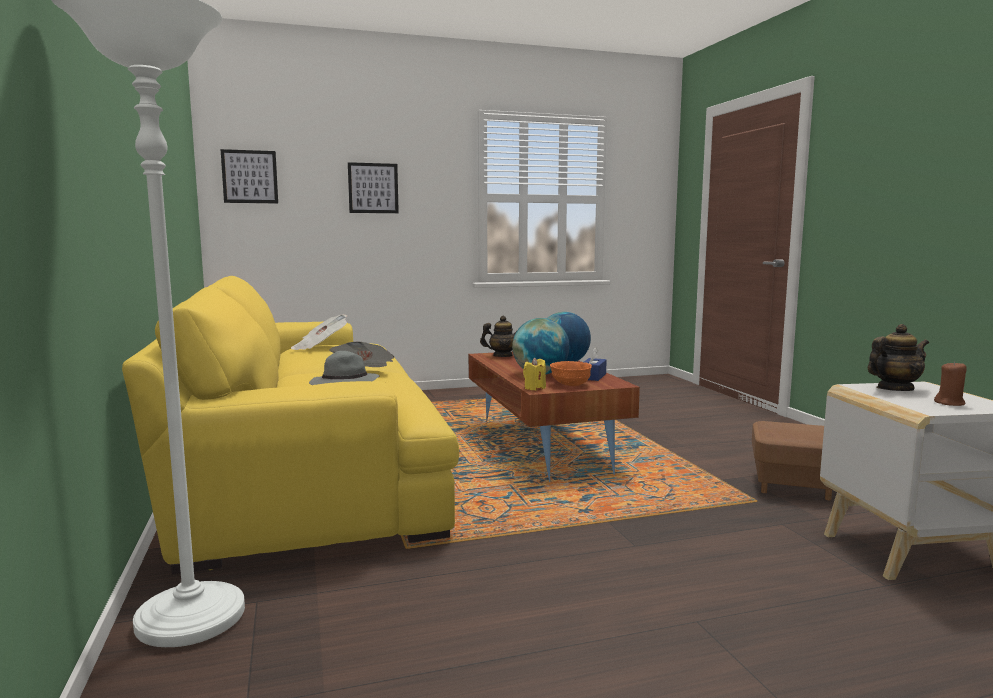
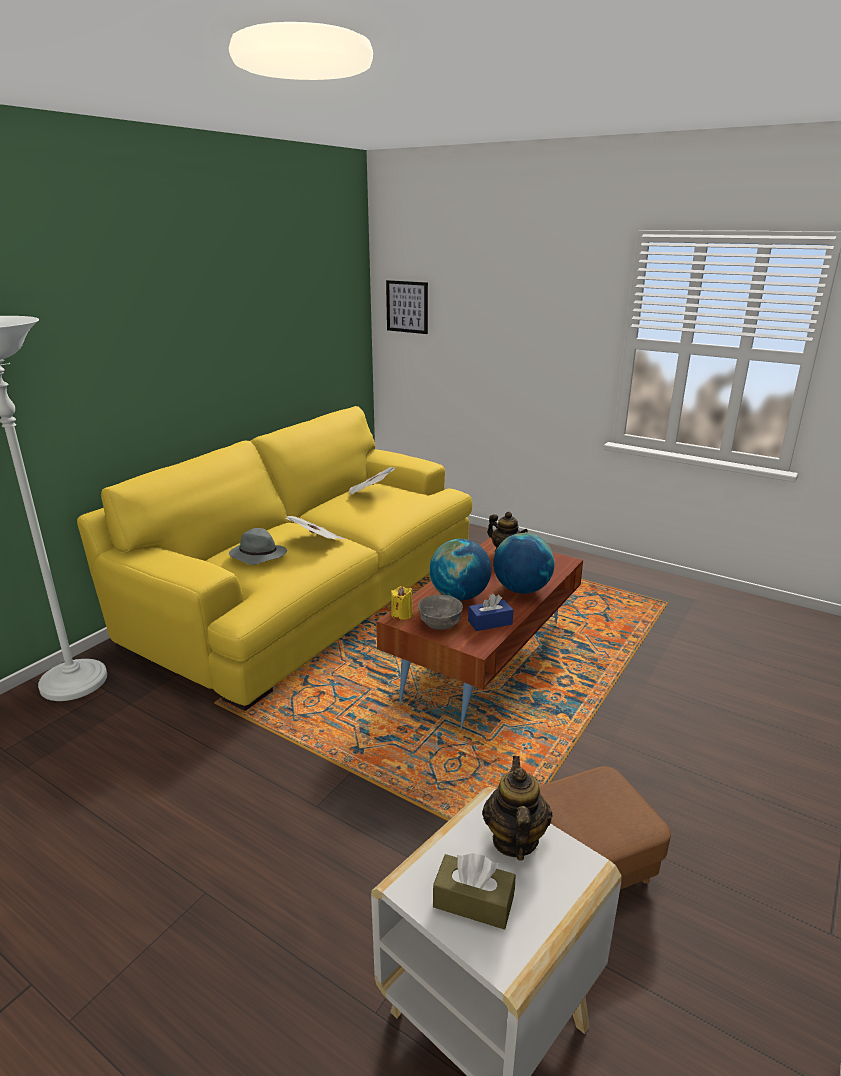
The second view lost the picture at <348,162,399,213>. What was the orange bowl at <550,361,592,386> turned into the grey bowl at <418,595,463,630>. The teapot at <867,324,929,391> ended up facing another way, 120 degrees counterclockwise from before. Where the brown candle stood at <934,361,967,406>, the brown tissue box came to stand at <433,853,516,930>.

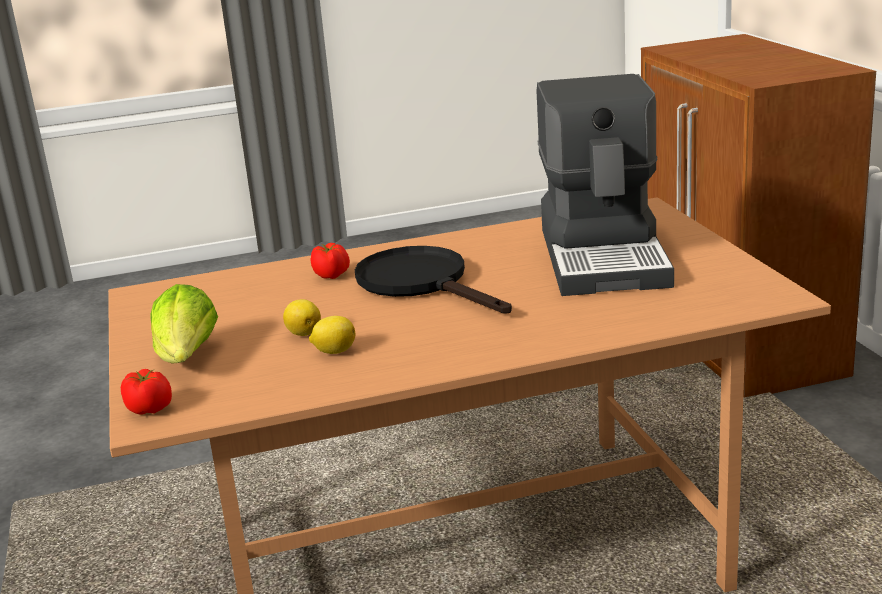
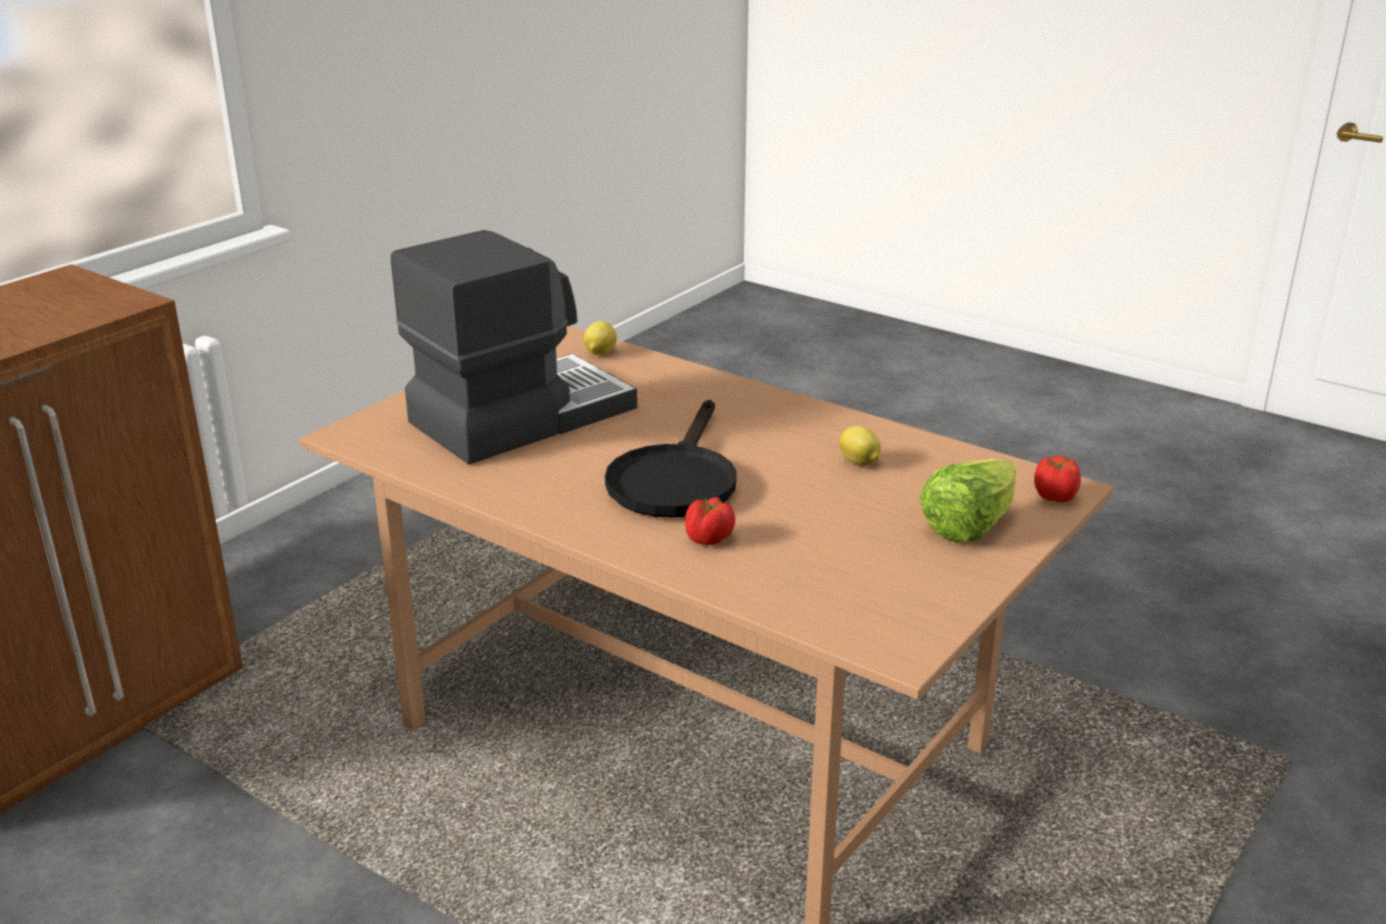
The lemon ended up elsewhere, having gone from <283,299,321,336> to <584,321,617,355>.

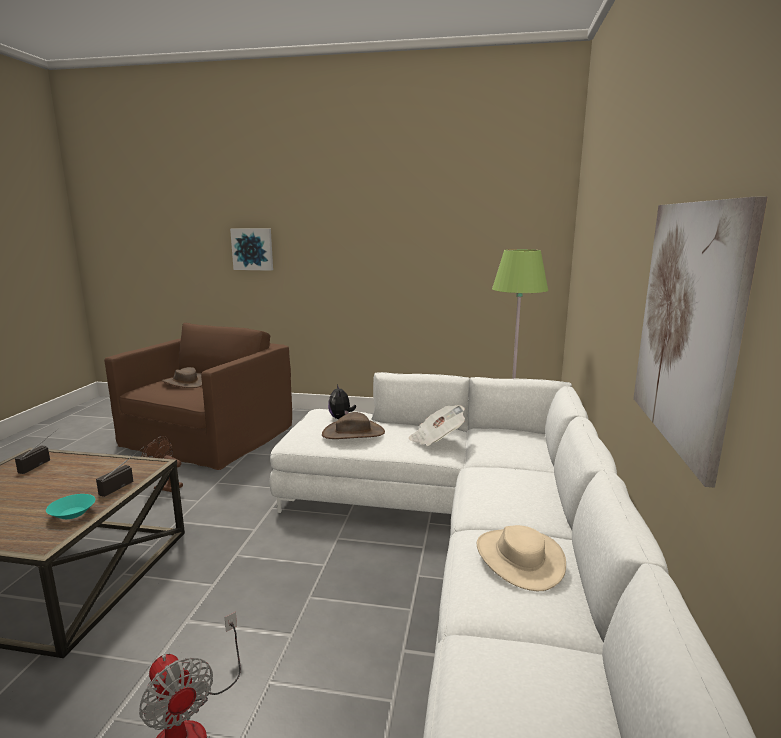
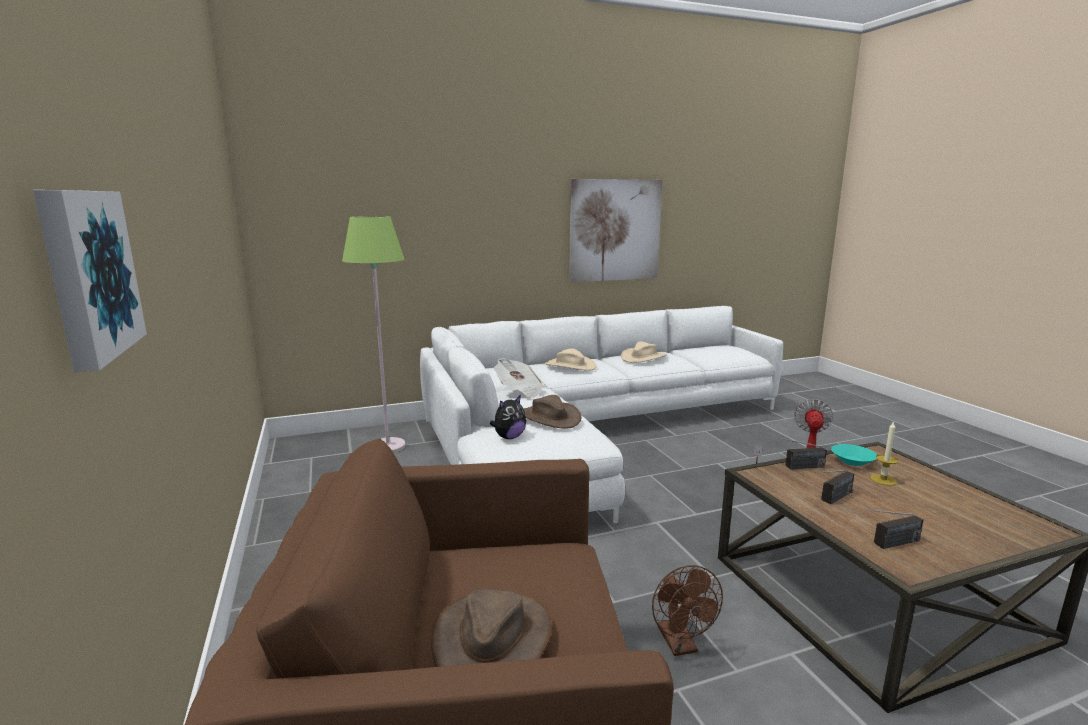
The second view gained the beige hat at <545,348,596,371>. The second view gained the radio at <814,470,854,504>. The second view gained the candle at <870,421,899,486>.

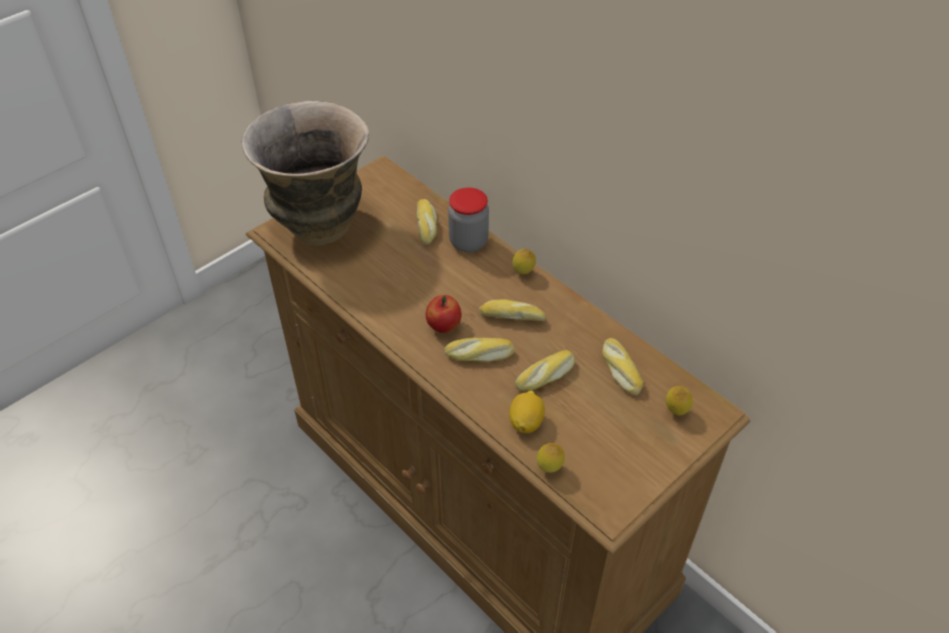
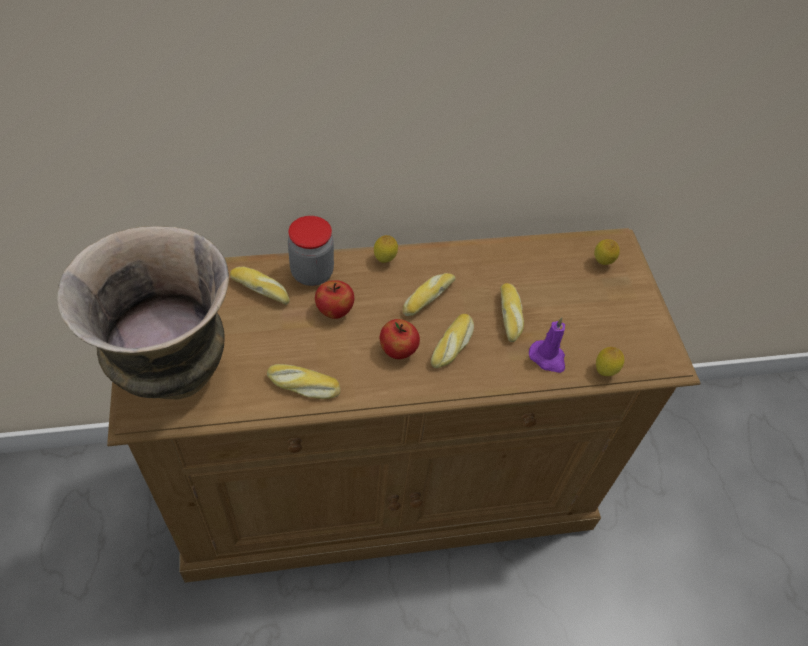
Where the lemon stood at <509,390,545,433>, the purple candle came to stand at <529,317,565,373>. The bread ended up elsewhere, having gone from <602,338,644,395> to <267,364,340,399>. The second view gained the apple at <315,280,354,319>.

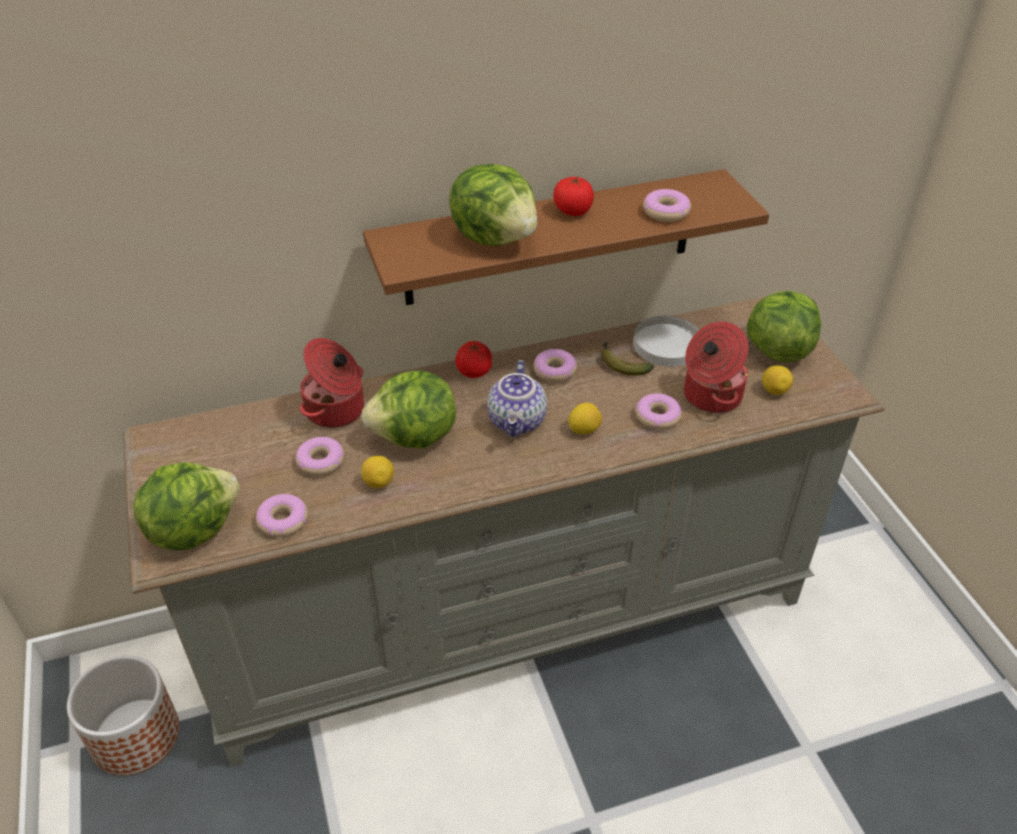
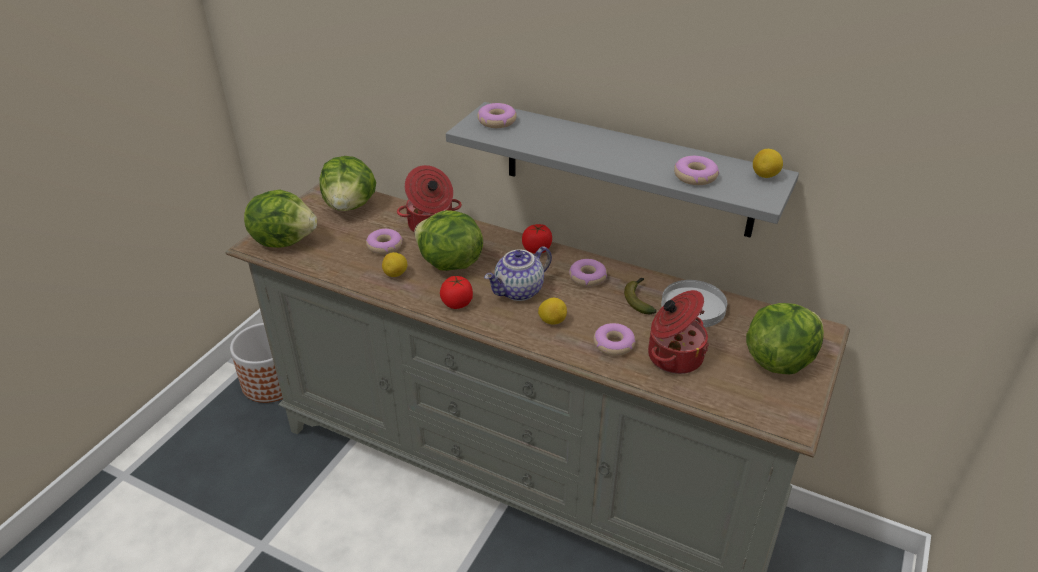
The donut ended up elsewhere, having gone from <256,494,308,537> to <477,103,517,128>. What was the brown shelf at <363,169,769,305> turned into the grey shelf at <446,102,799,238>. The lettuce ended up elsewhere, having gone from <449,164,537,246> to <319,156,376,211>. The tomato ended up elsewhere, having gone from <553,176,594,216> to <440,276,473,309>. The lemon ended up elsewhere, having gone from <762,366,793,395> to <753,149,783,178>.

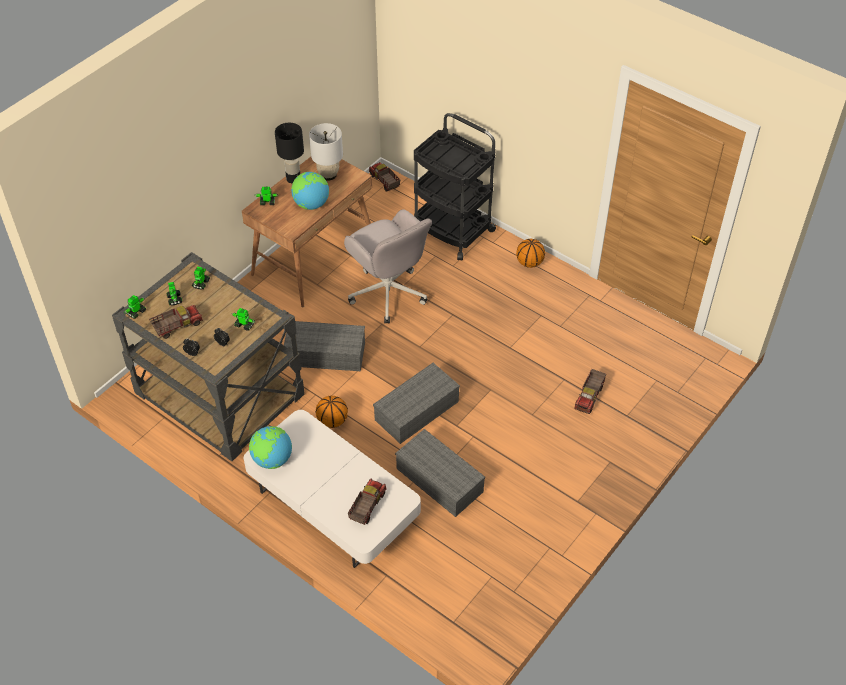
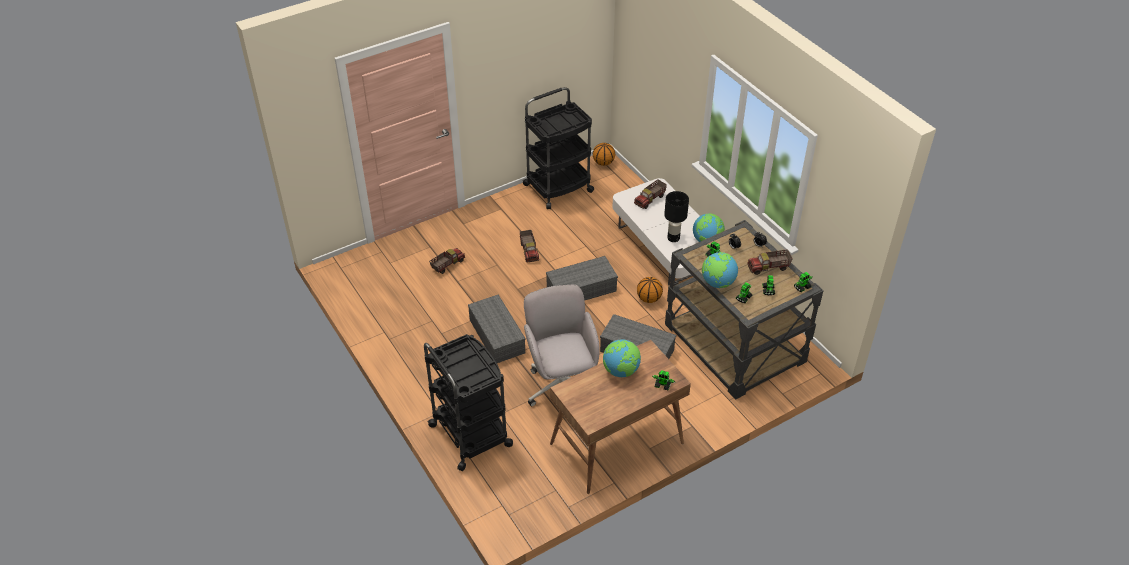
The black table lamp ended up elsewhere, having gone from <275,123,304,183> to <664,191,689,242>. The second view lost the white table lamp at <309,123,343,181>. The toy truck ended up elsewhere, having gone from <369,162,400,192> to <520,230,539,262>. The grey storage box ended up elsewhere, having gone from <395,429,485,517> to <468,295,526,363>. The basketball ended up elsewhere, having gone from <516,239,545,268> to <593,143,615,166>. The second view gained the black cart at <523,87,594,209>. The second view gained the globe at <702,252,738,288>.

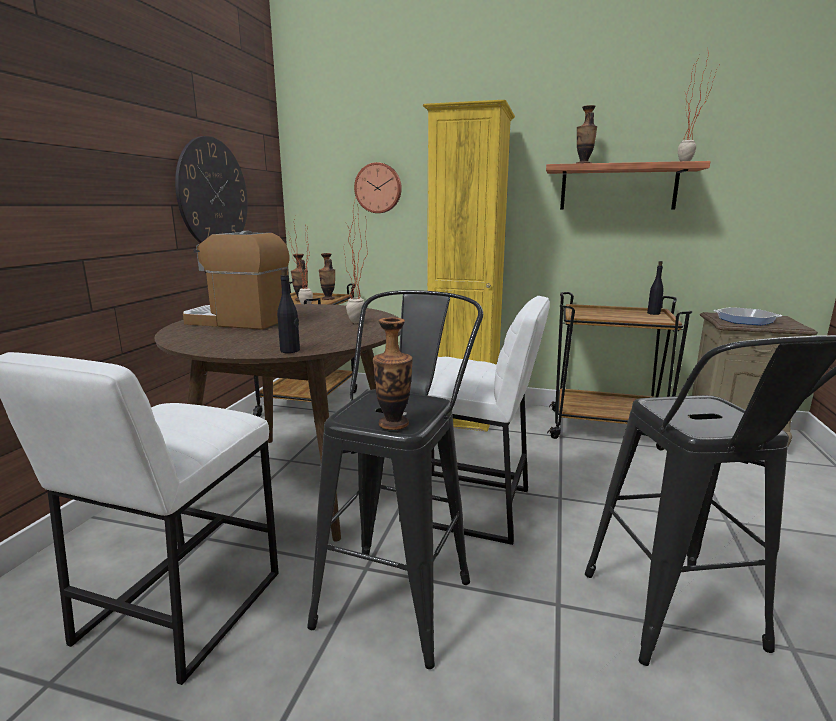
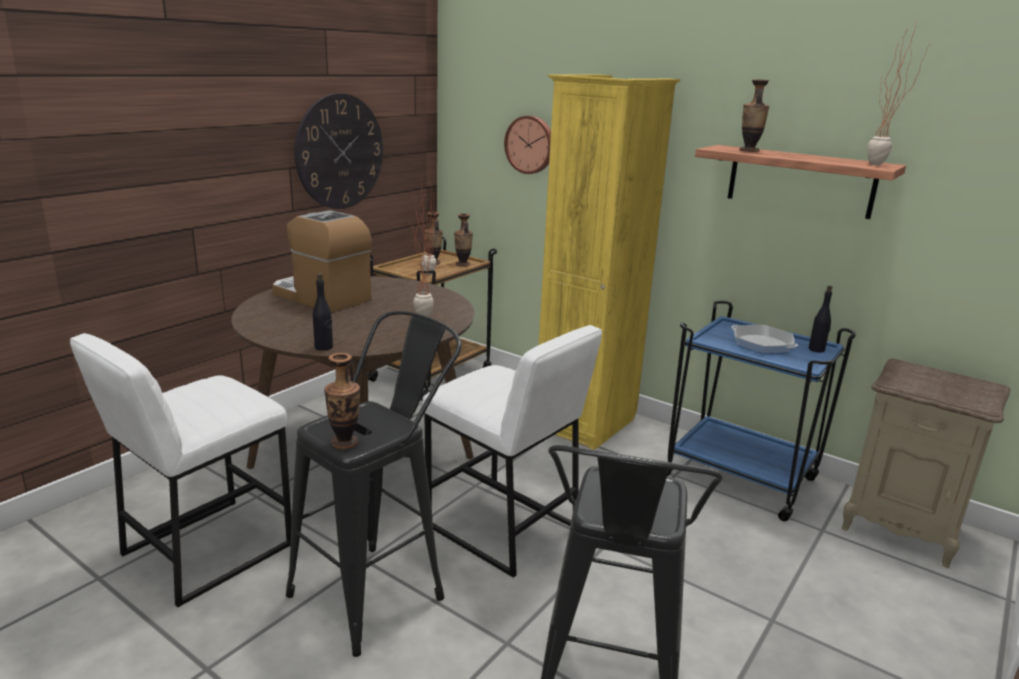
What was the brown cart at <547,292,692,450> turned into the blue cart at <667,301,856,521>. The frying pan ended up elsewhere, having gone from <713,307,782,325> to <731,325,798,354>.

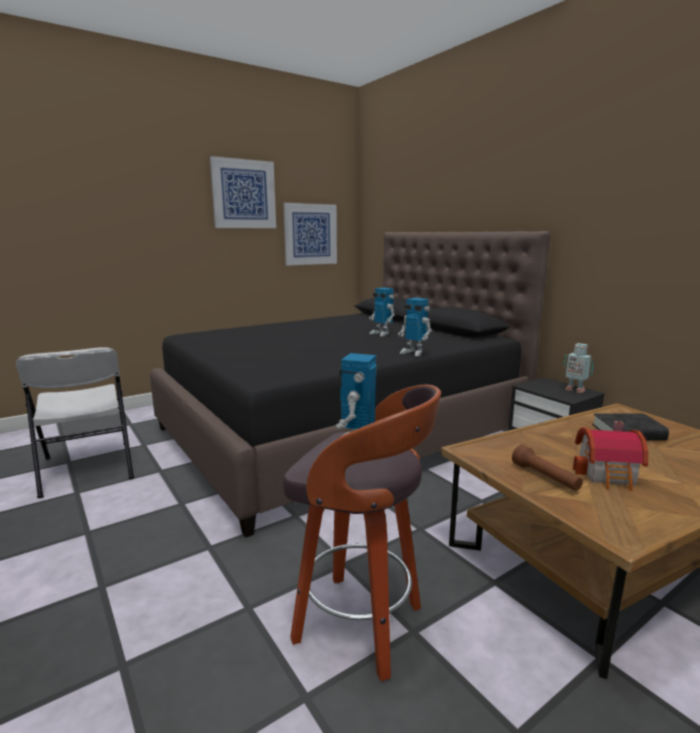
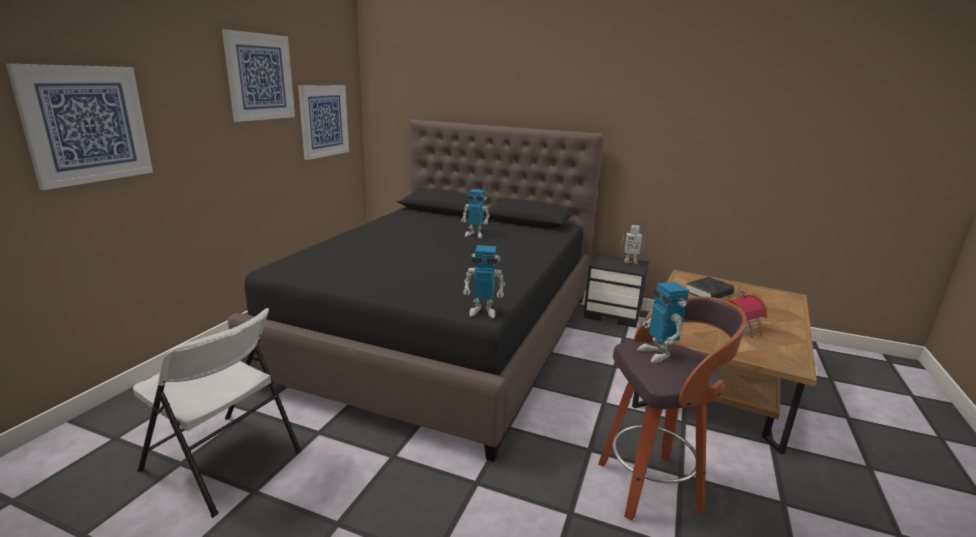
The toy robot ended up elsewhere, having gone from <398,298,432,357> to <463,245,505,318>. The second view lost the brown flashlight at <512,445,583,491>. The second view gained the picture at <6,63,153,190>.

